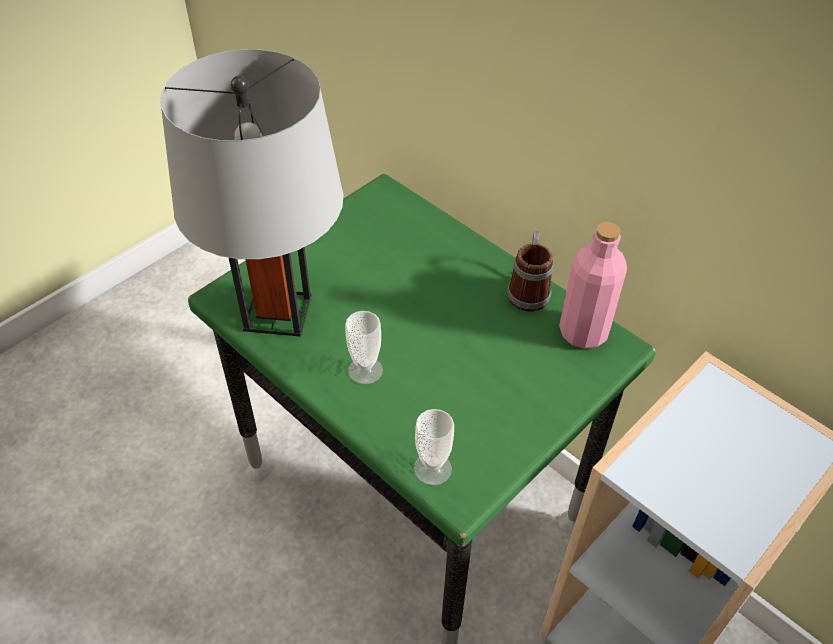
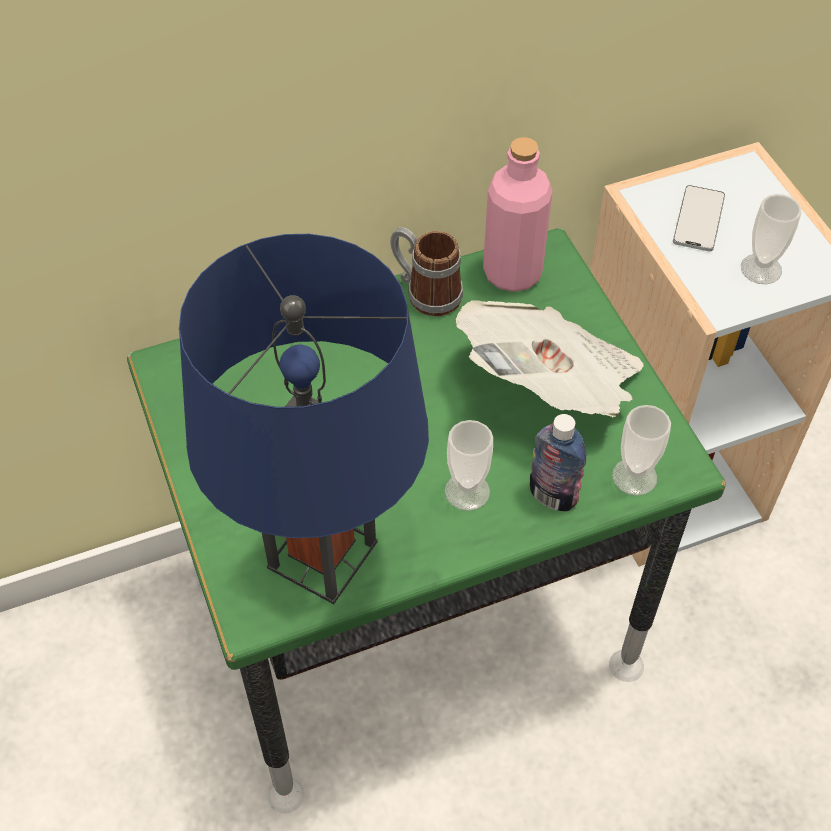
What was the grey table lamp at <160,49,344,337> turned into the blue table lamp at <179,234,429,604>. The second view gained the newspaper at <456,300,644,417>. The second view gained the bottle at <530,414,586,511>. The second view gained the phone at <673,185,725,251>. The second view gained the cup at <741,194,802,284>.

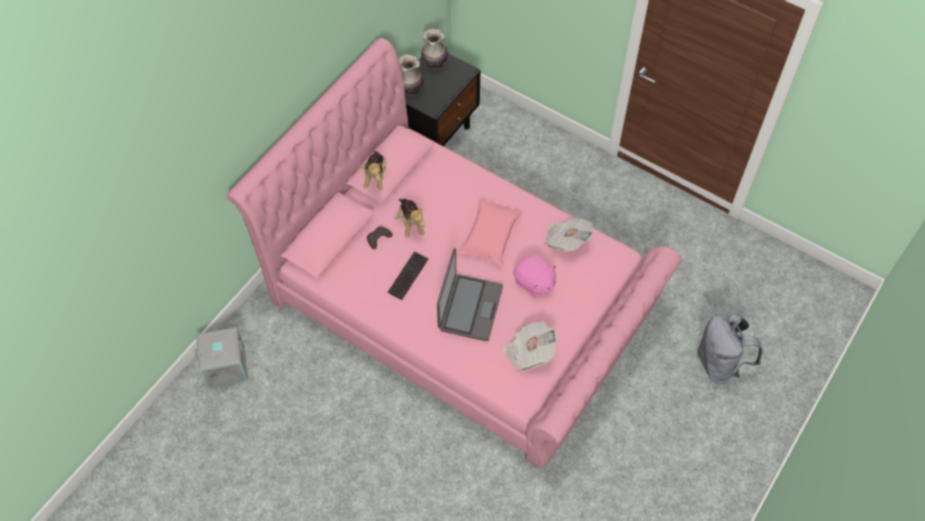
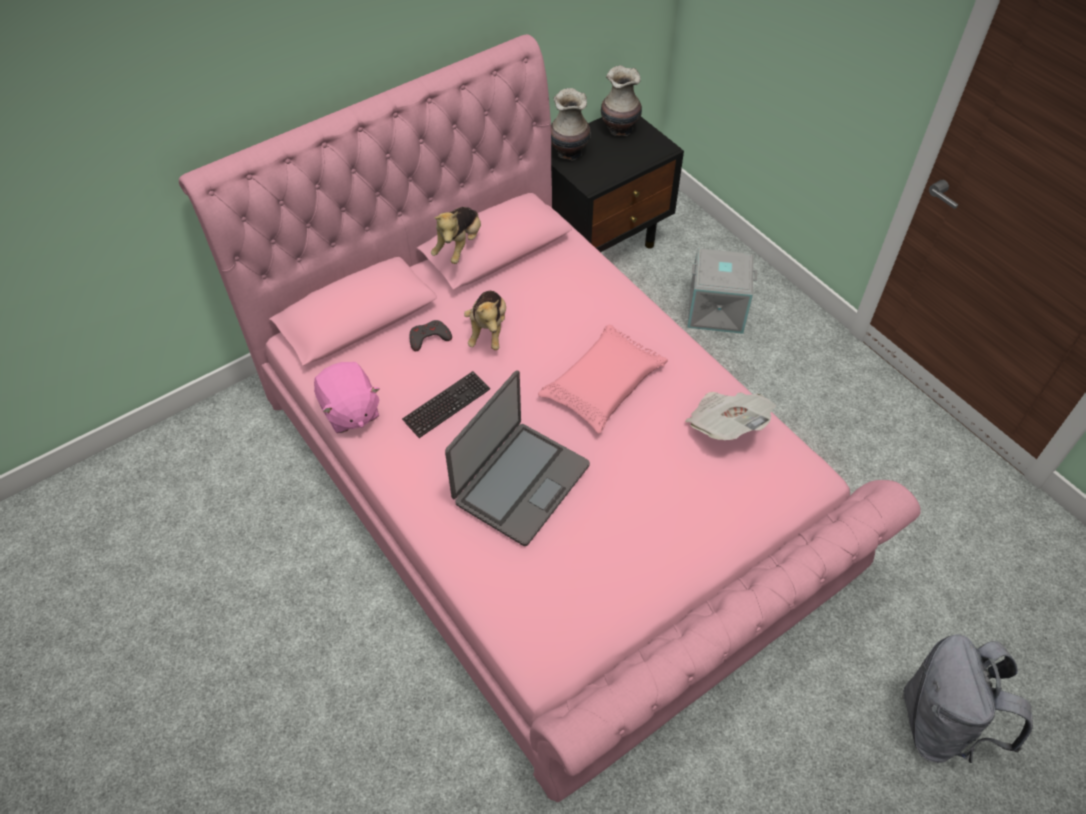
The grey storage box ended up elsewhere, having gone from <194,327,248,388> to <687,249,757,334>. The second view lost the newspaper at <503,321,558,372>. The pink plush toy ended up elsewhere, having gone from <513,254,557,298> to <314,362,380,433>.

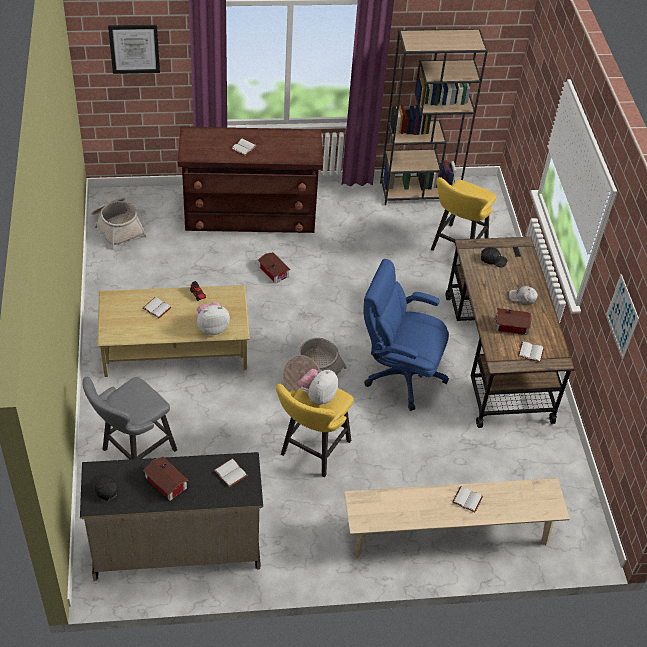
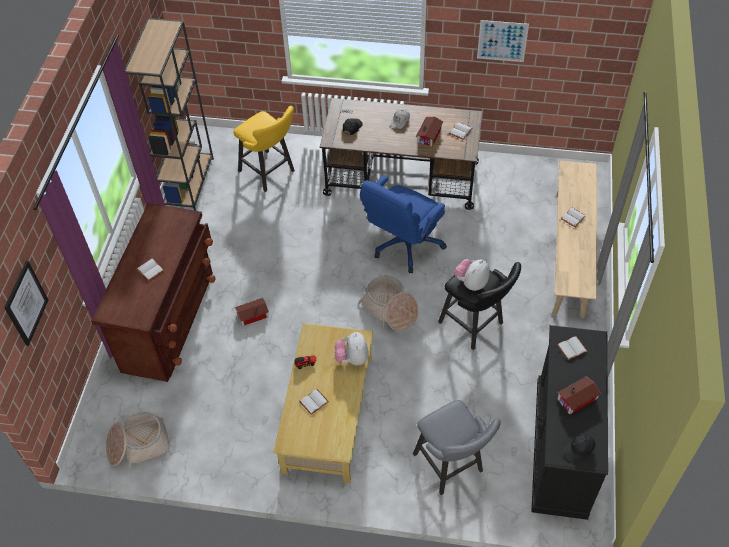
What was the yellow stool at <276,384,354,478> turned into the black stool at <438,260,521,350>. The plush toy at <298,369,338,404> ended up facing another way, 75 degrees clockwise from before.

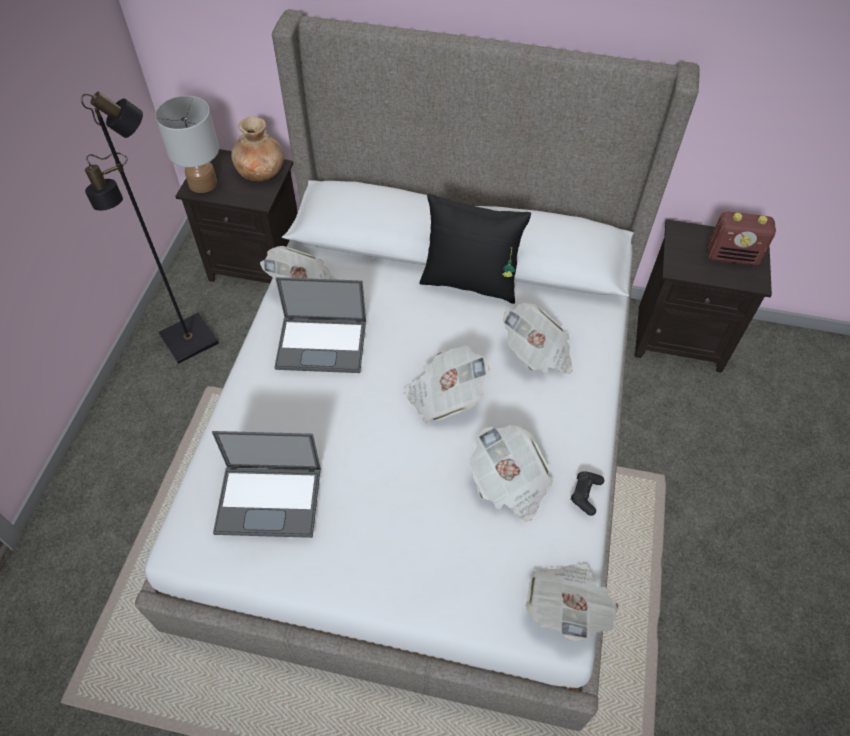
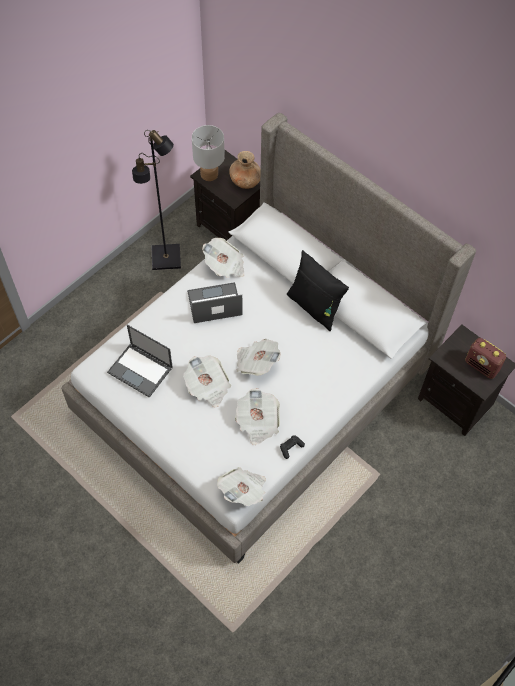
The laptop at <274,277,366,373> ended up facing another way, 135 degrees clockwise from before. The newspaper ended up elsewhere, having gone from <503,303,573,374> to <183,355,231,407>.

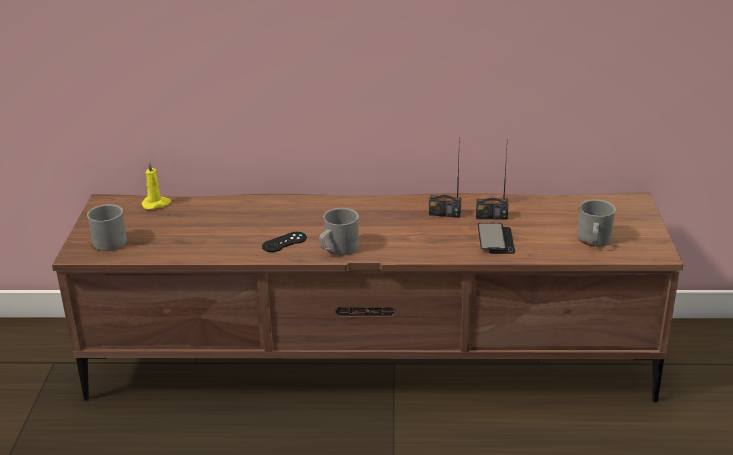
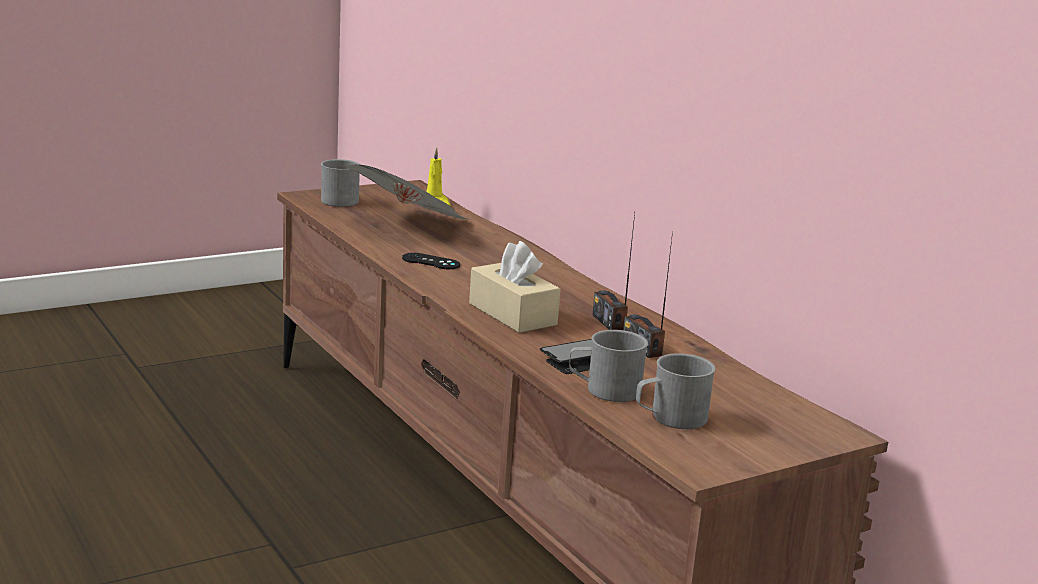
The grey mug ended up elsewhere, having gone from <319,208,359,255> to <569,330,648,402>. The second view gained the newspaper at <343,164,468,219>. The second view gained the beige tissue box at <469,241,560,333>.

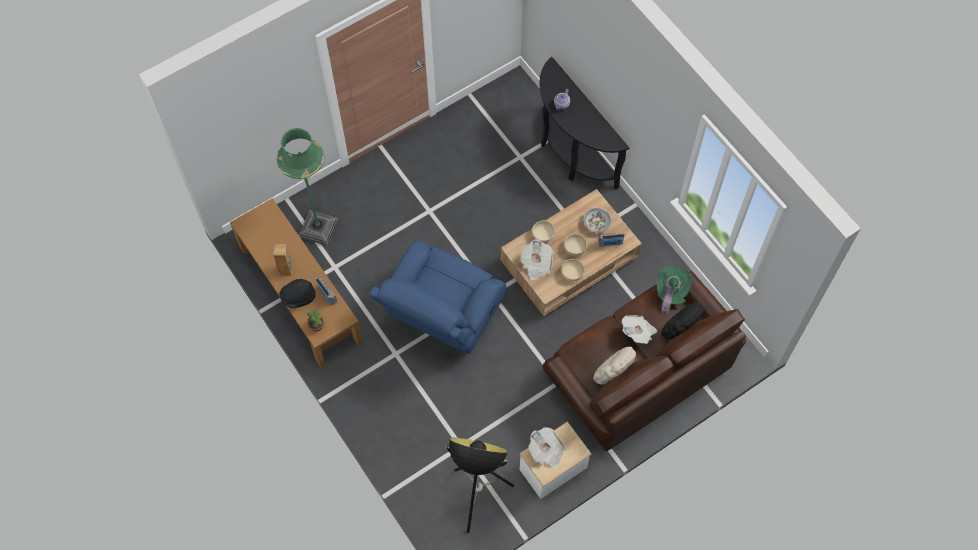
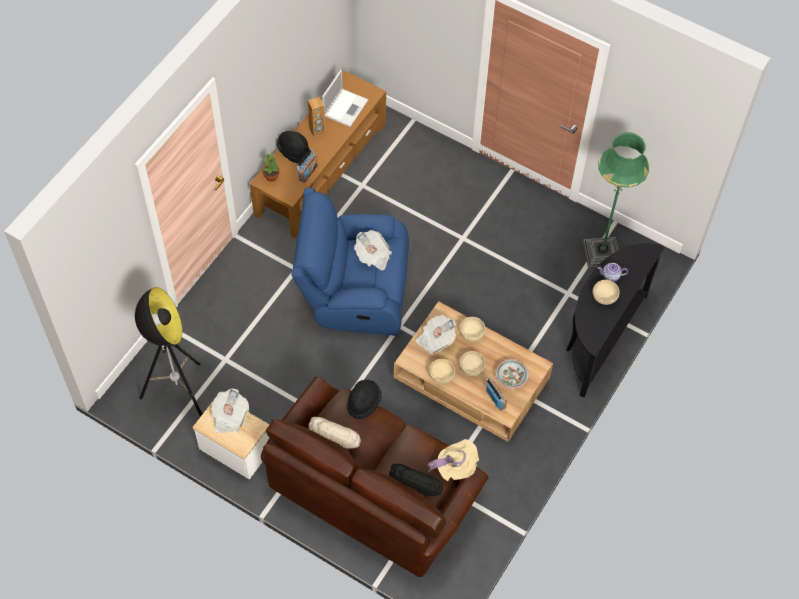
The green floor lamp ended up elsewhere, having gone from <276,128,338,246> to <583,132,649,270>. The newspaper ended up elsewhere, having gone from <622,315,657,344> to <354,230,392,270>. What was the green hat at <657,266,692,314> turned into the beige hat at <427,439,479,481>. The second view gained the laptop at <322,70,368,127>. The second view gained the black hat at <347,380,382,420>. The second view gained the beige bowl at <592,280,620,305>.

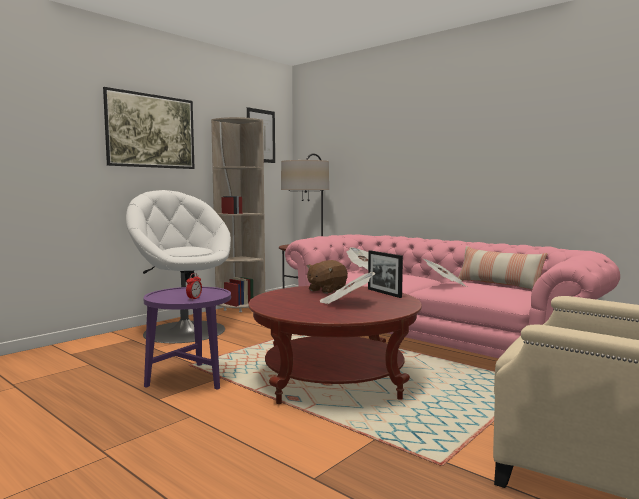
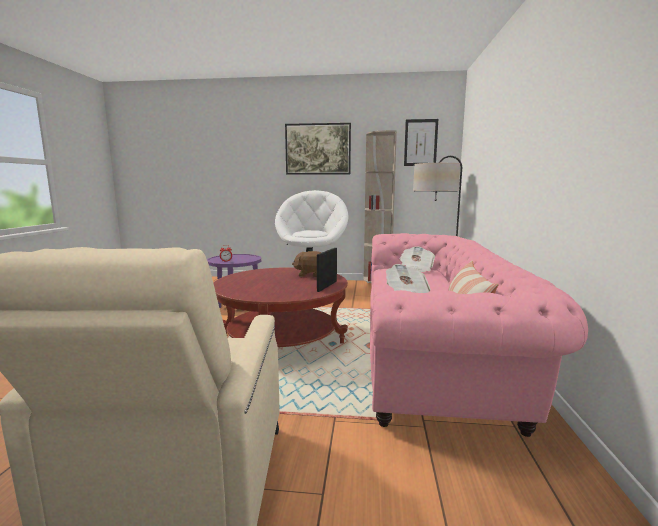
The second view lost the newspaper at <320,272,375,304>.

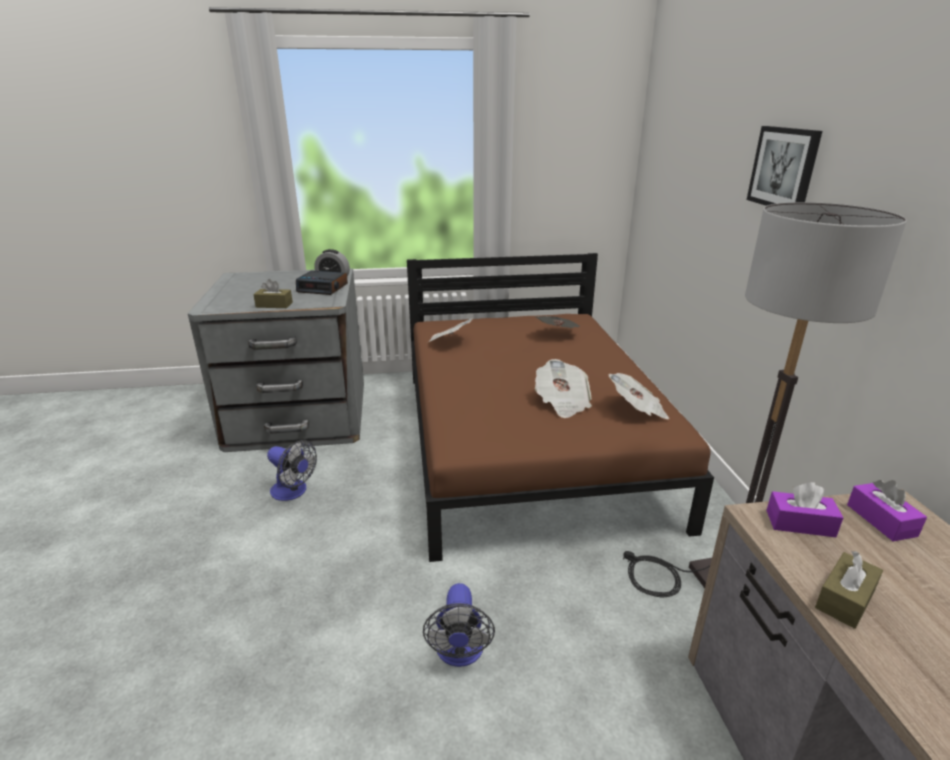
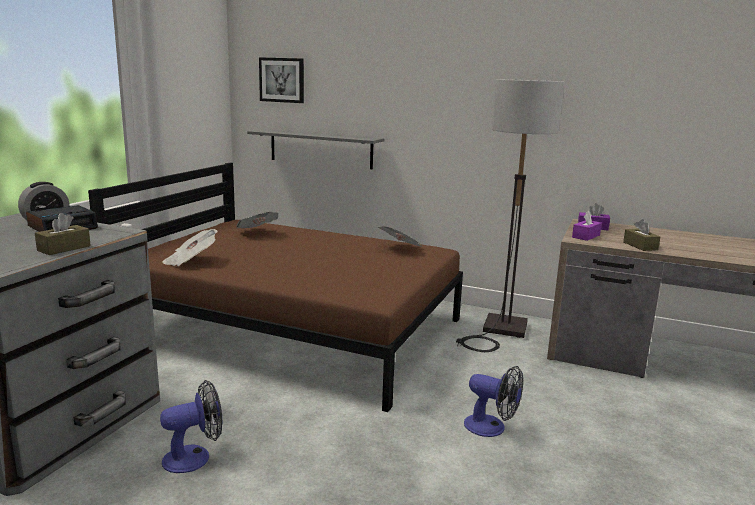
The second view lost the newspaper at <535,359,592,418>. The picture ended up elsewhere, having gone from <747,126,822,206> to <259,57,304,103>. The second view gained the grey shelf at <247,129,385,169>.

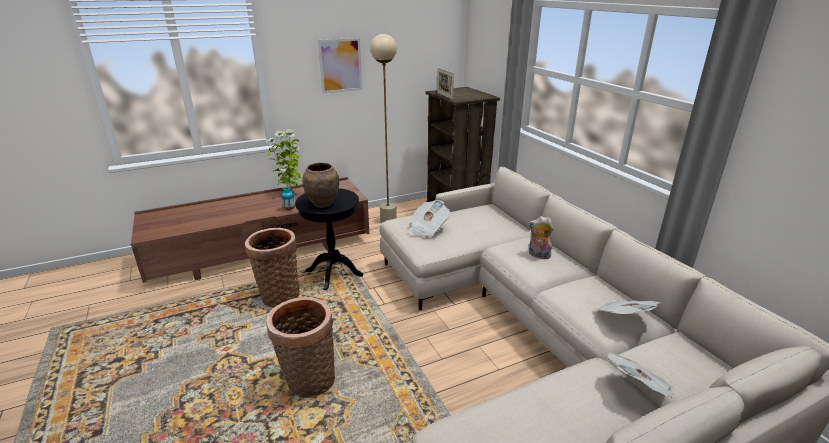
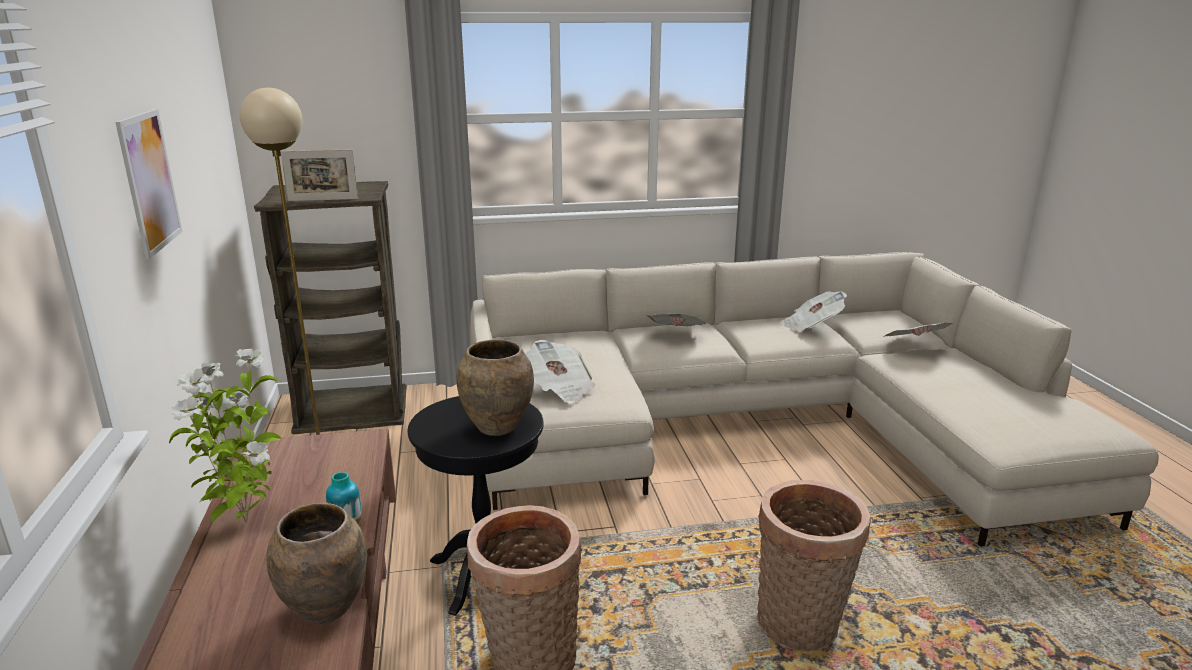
Where the plush toy stood at <528,216,554,259>, the newspaper came to stand at <648,314,706,326>. The second view gained the brown vase at <267,503,367,624>.

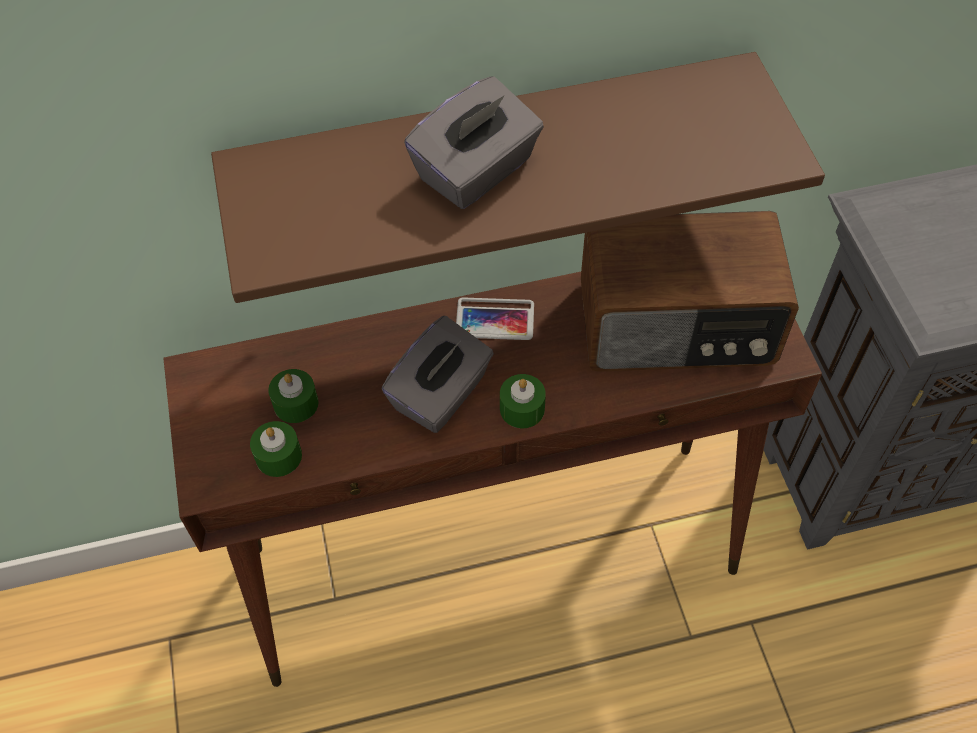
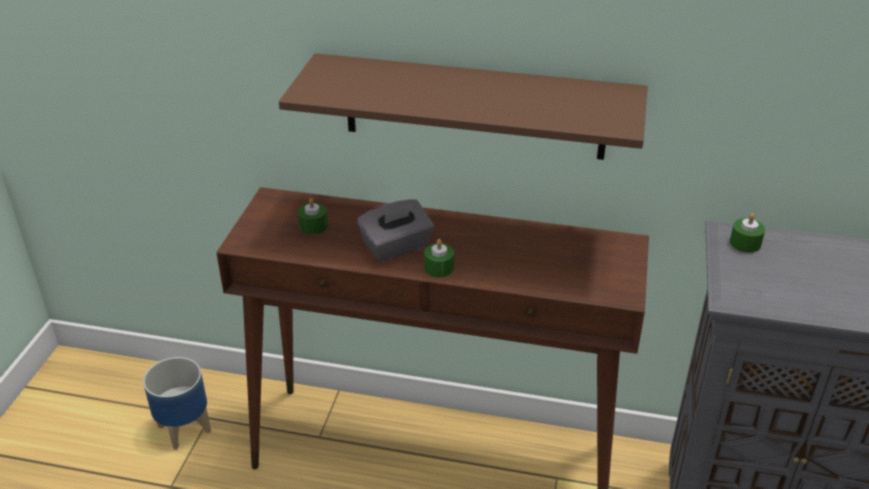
The green candle ended up elsewhere, having gone from <250,421,302,477> to <730,213,765,253>. The second view lost the grey tissue box at <404,76,544,209>. The second view lost the phone at <456,297,534,340>. The second view lost the radio at <581,211,799,372>. The second view gained the planter at <143,357,211,450>.

